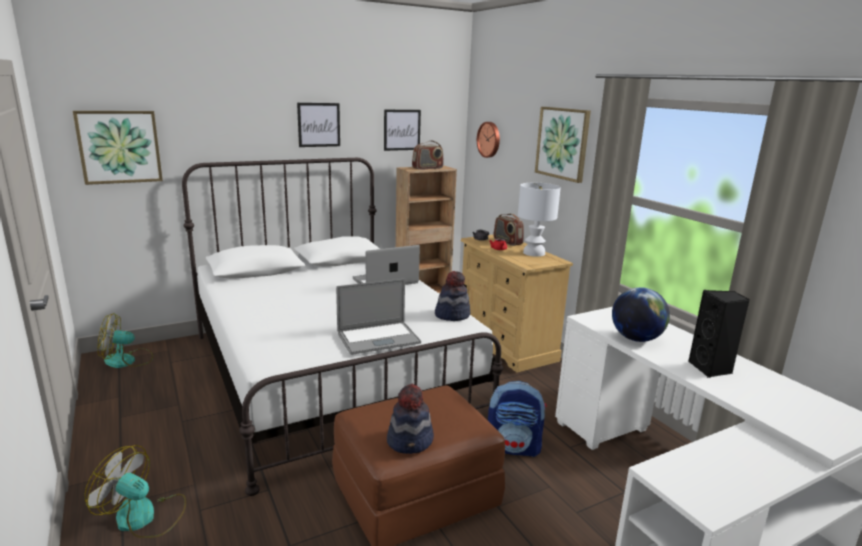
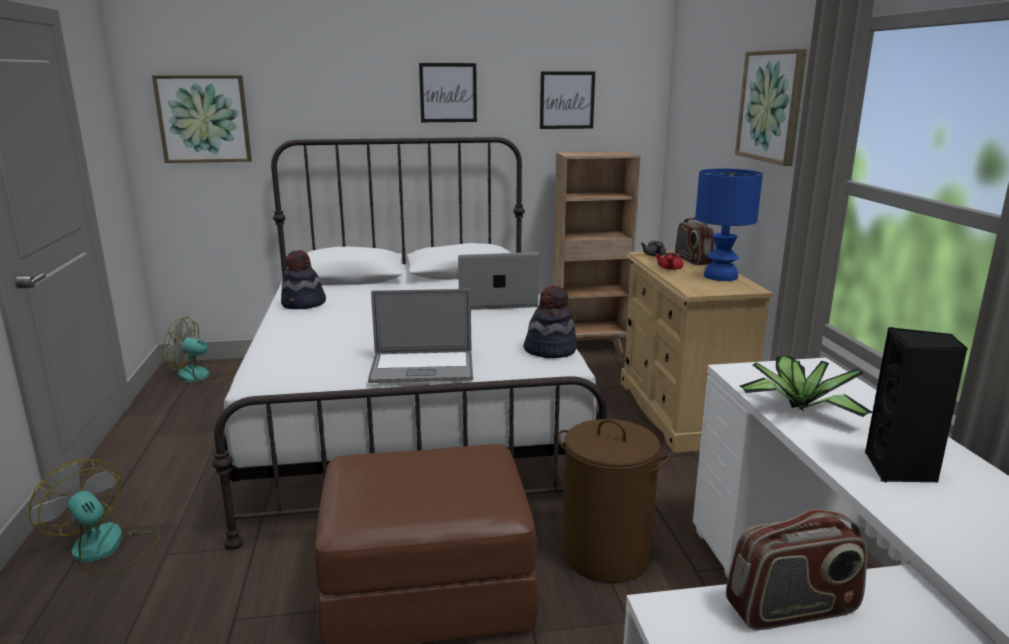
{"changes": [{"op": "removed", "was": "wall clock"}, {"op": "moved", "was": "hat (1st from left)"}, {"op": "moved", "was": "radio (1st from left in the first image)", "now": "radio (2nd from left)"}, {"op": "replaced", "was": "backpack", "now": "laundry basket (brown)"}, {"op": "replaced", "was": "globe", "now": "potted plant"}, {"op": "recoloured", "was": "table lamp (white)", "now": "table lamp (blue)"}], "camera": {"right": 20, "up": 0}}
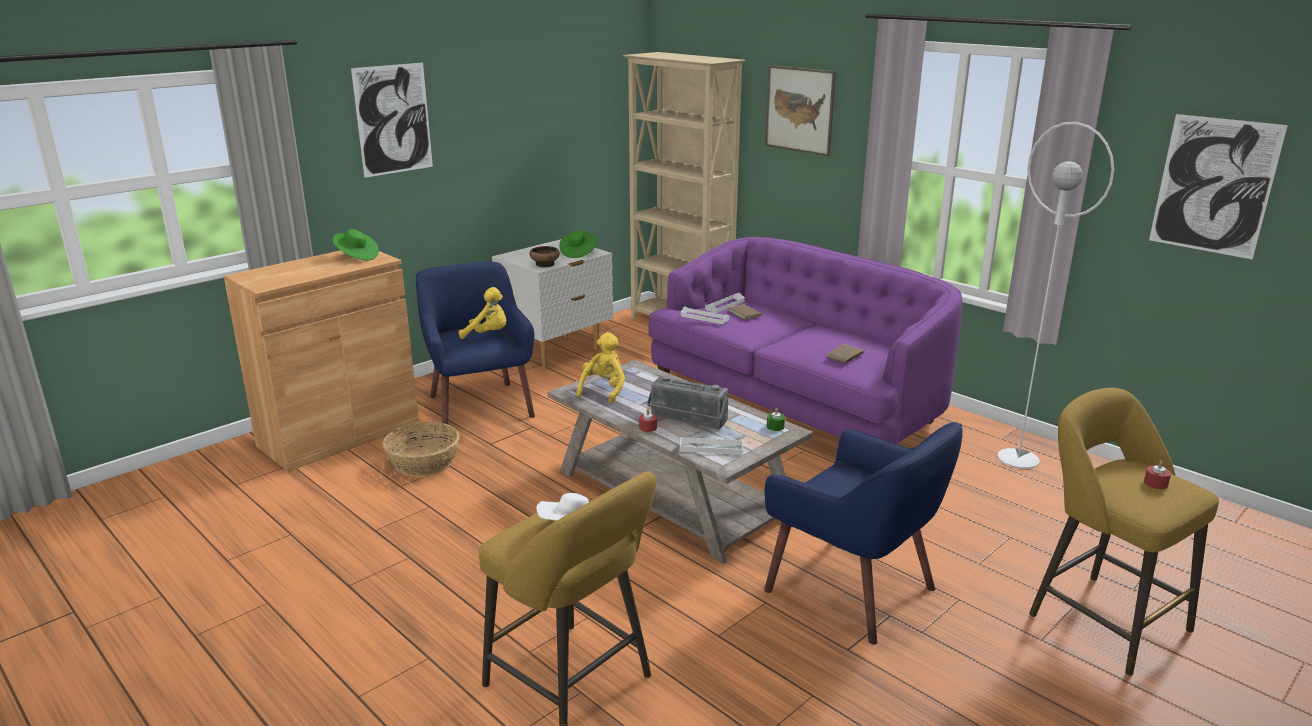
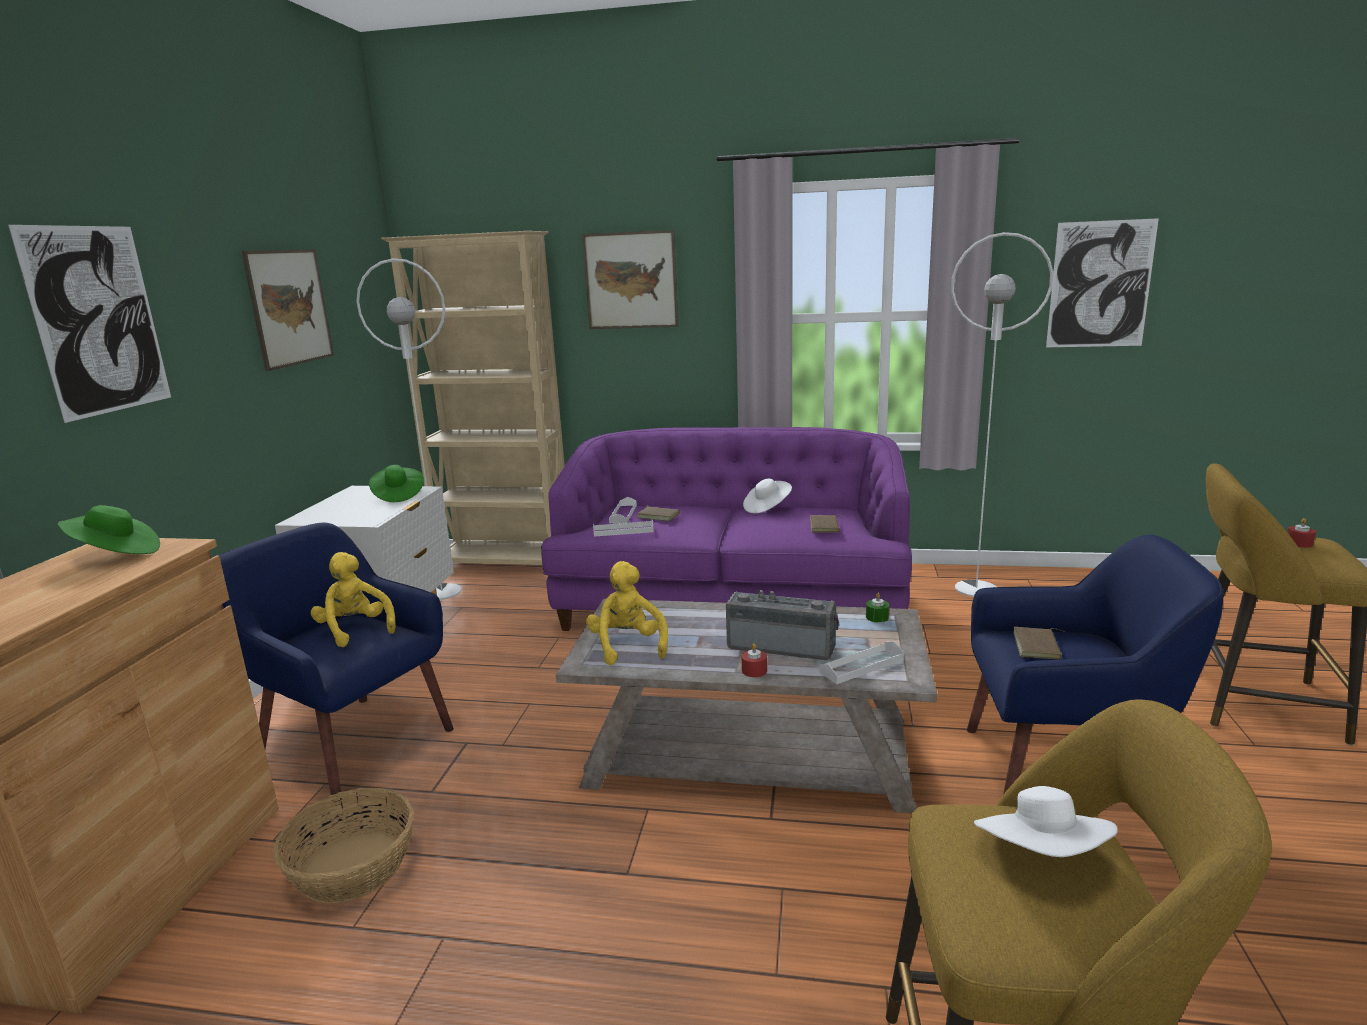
{"changes": [{"op": "removed", "was": "bowl"}, {"op": "added", "now": "picture (2nd from left)"}, {"op": "added", "now": "floor lamp (white) (1st from left)"}, {"op": "added", "now": "hat (white) (1st from left)"}, {"op": "added", "now": "book (brown) (3rd from left)"}, {"op": "turned", "was": "plush toy (yellow) (1st from left)", "clockwise": -105}, {"op": "turned", "was": "radio", "clockwise": -150}], "camera": {"right": -35, "up": -5}}
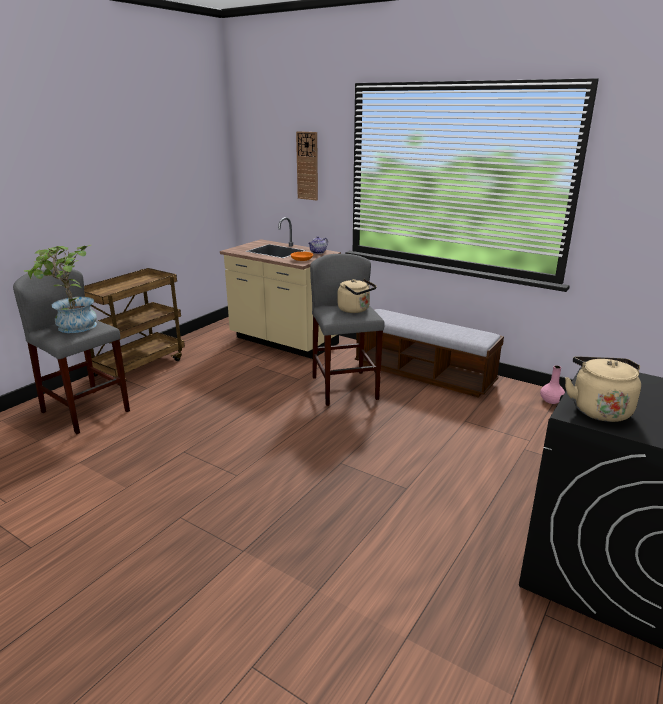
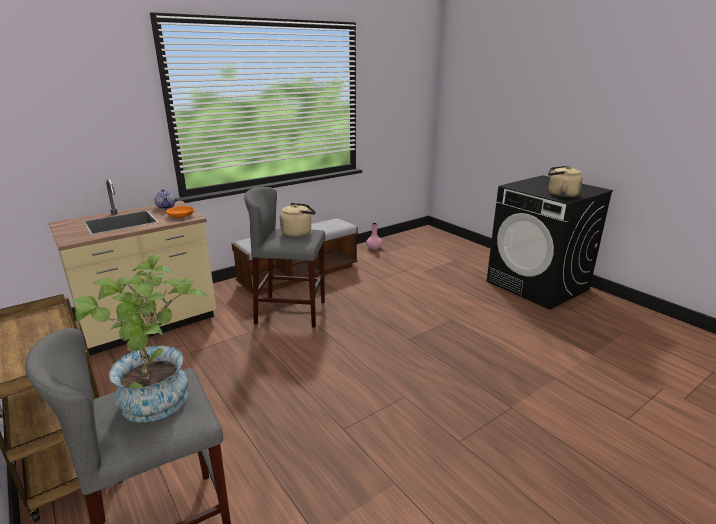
{"changes": [{"op": "removed", "was": "wall clock"}], "camera": {"right": -70, "up": 0}}
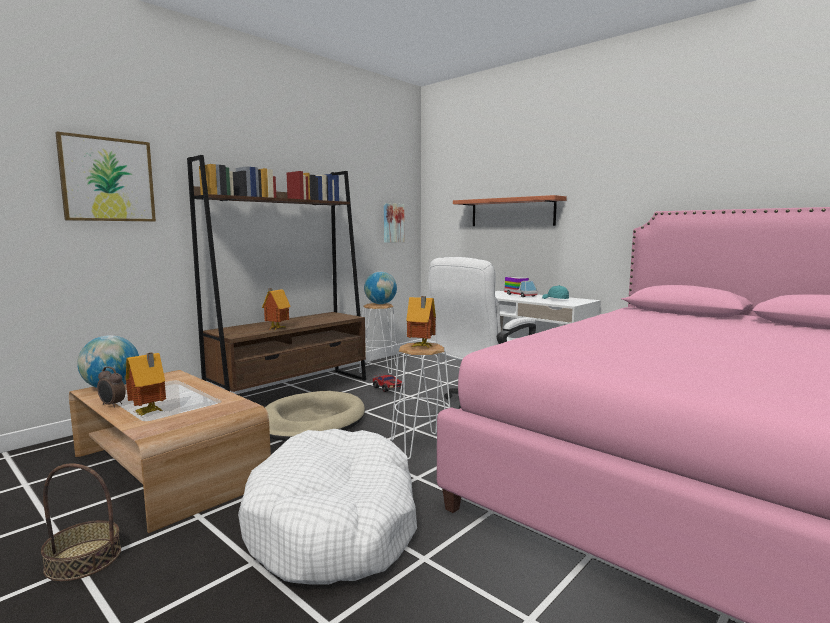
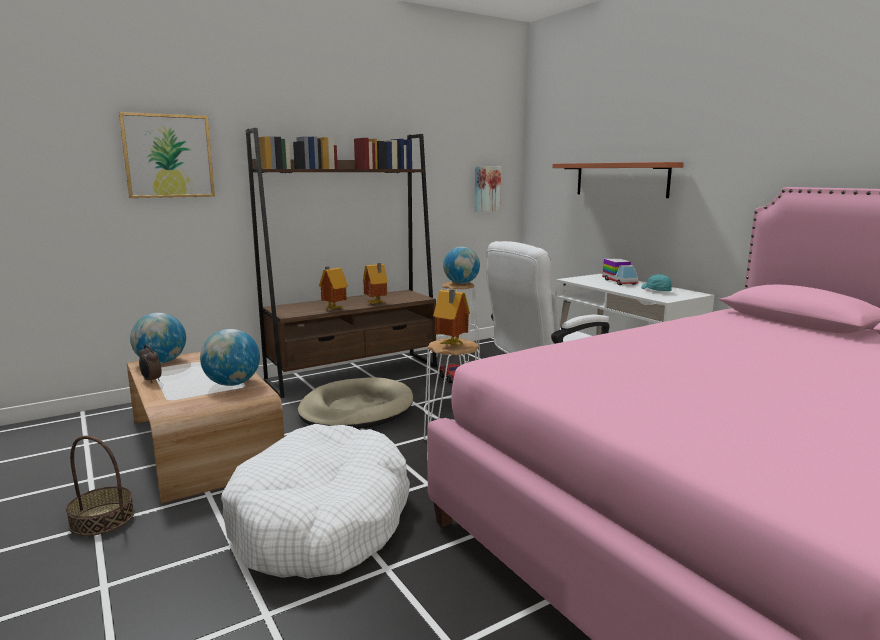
{"changes": [{"op": "added", "now": "globe (2nd from left)"}, {"op": "moved", "was": "toy house (1st from left in the first image)", "now": "toy house (2nd from left)"}], "camera": {"right": 15, "up": 5}}
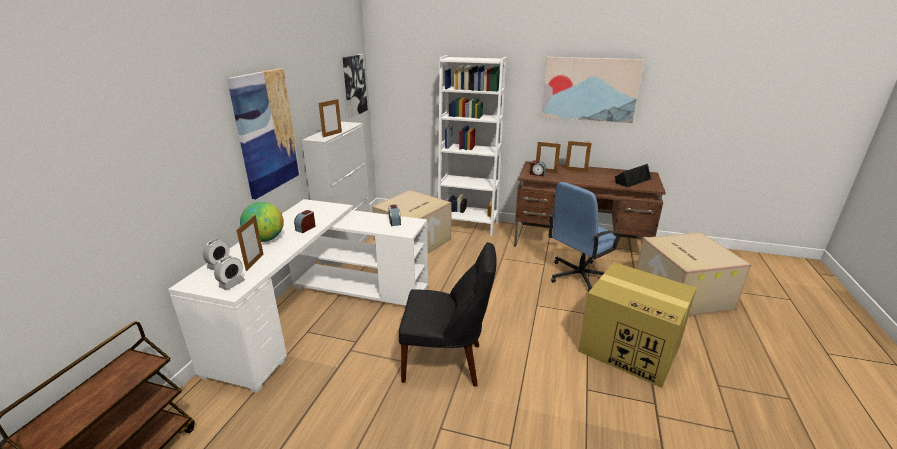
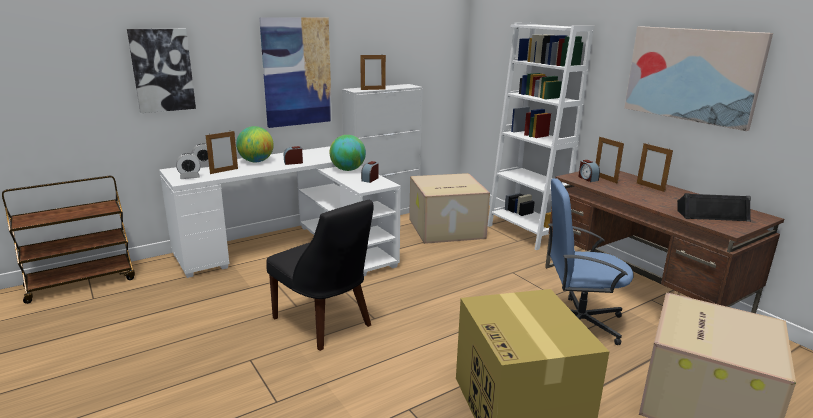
{"changes": [{"op": "added", "now": "globe (2nd from left)"}, {"op": "moved", "was": "picture (2nd from left in the first image)", "now": "picture (1st from left)"}], "camera": {"right": 40, "up": -5}}
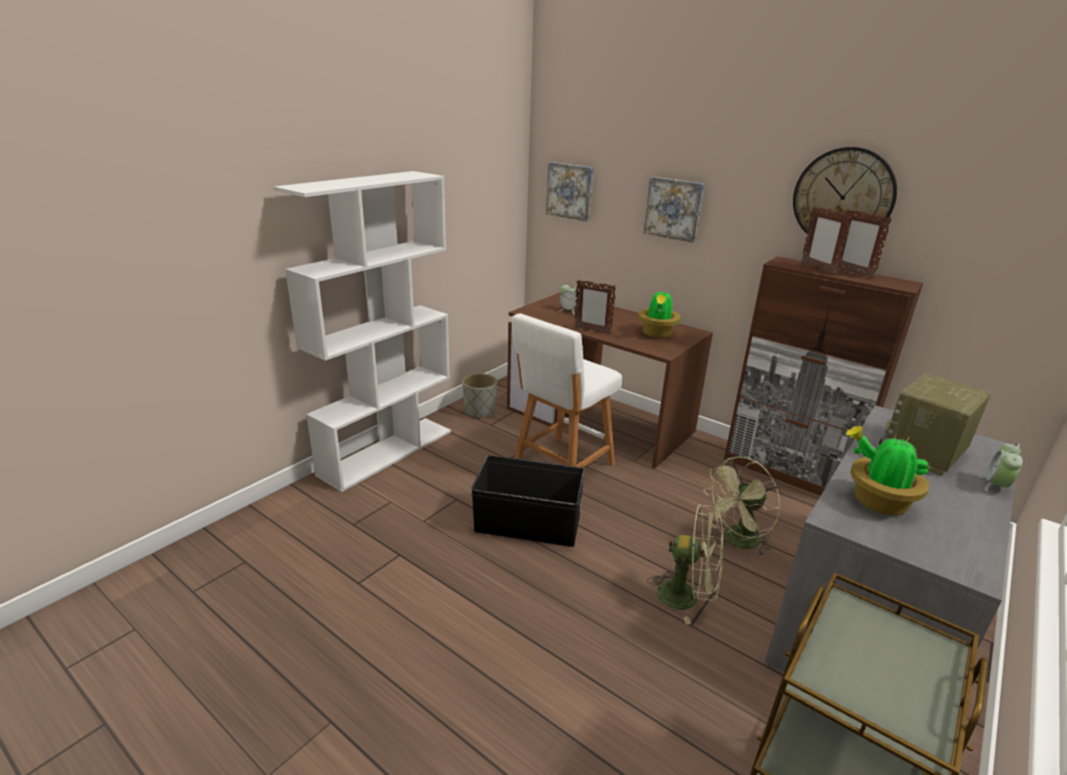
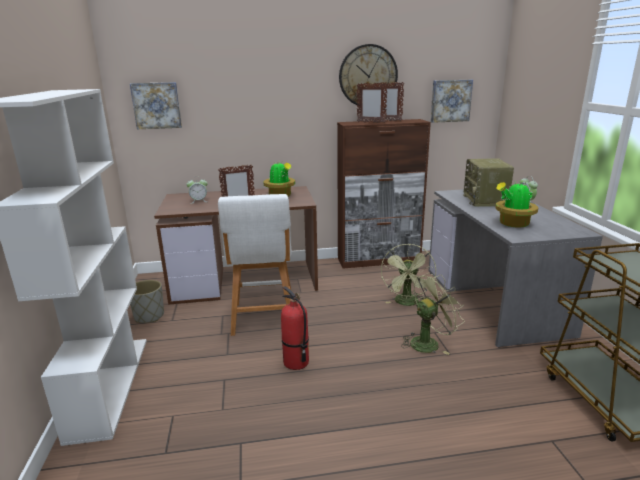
{"changes": [{"op": "moved", "was": "picture (2nd from left)"}, {"op": "replaced", "was": "storage box (black)", "now": "fire extinguisher"}], "camera": {"right": -45, "up": -5}}
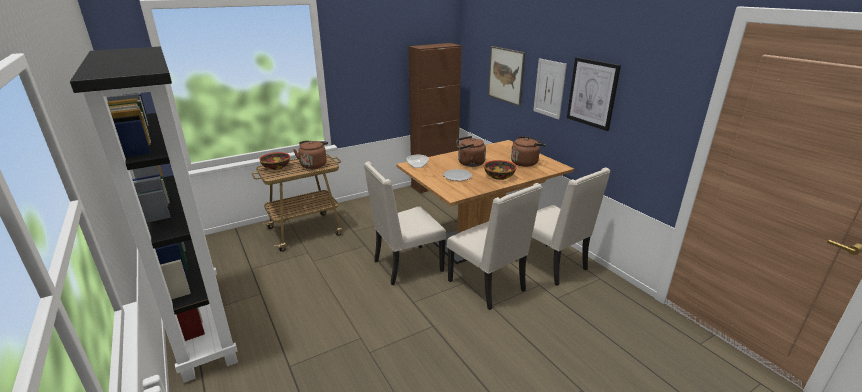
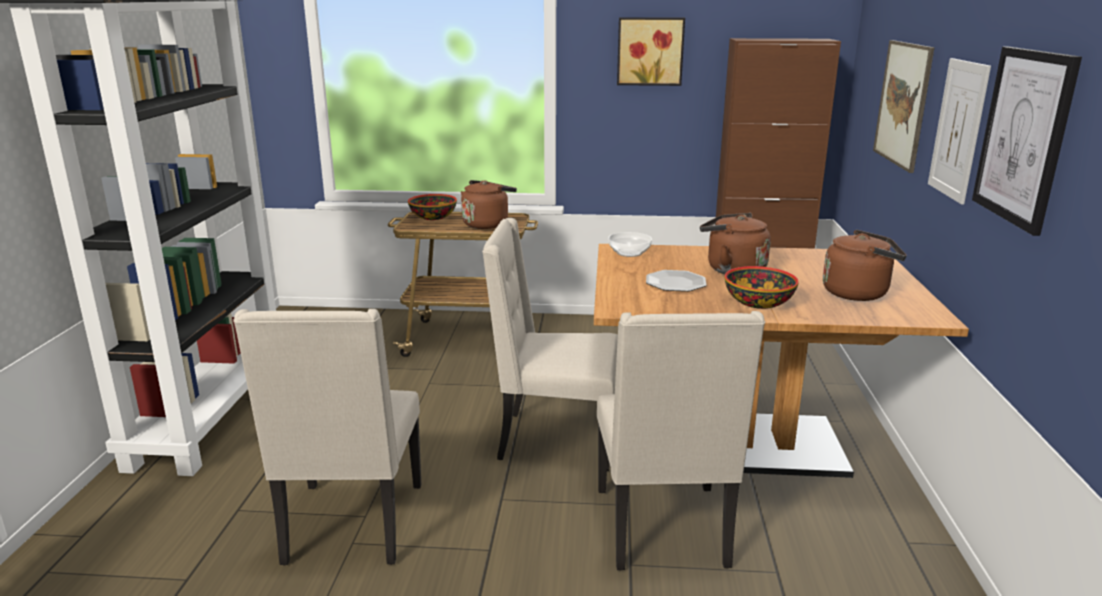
{"changes": [{"op": "added", "now": "picture (1st from left)"}, {"op": "moved", "was": "chair (beige) (3rd from left in the first image)", "now": "chair (beige) (1st from left)"}], "camera": {"right": 35, "up": -5}}
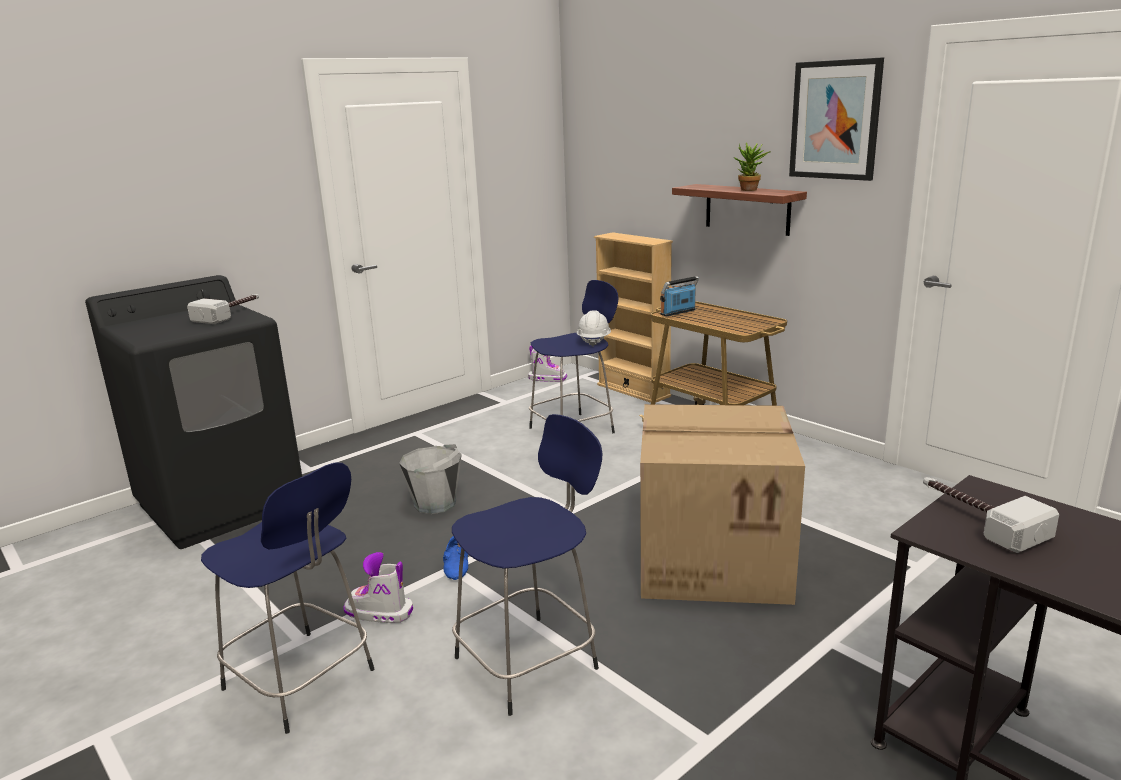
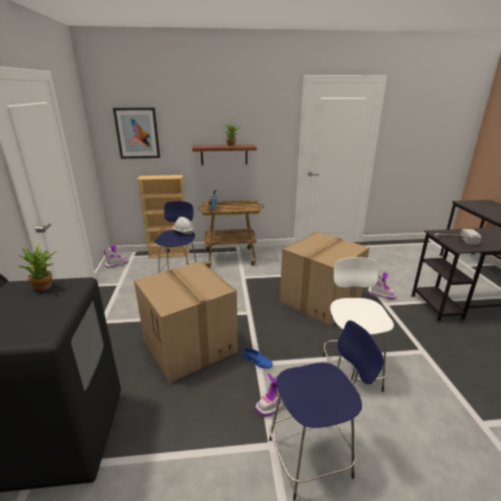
{"changes": [{"op": "added", "now": "boot (3rd from left)"}, {"op": "moved", "was": "picture"}, {"op": "replaced", "was": "hammer (1st from left)", "now": "potted plant (1st from left)"}, {"op": "replaced", "was": "bucket (grey)", "now": "cardboard box (1st from left)"}, {"op": "recoloured", "was": "stool (blue) (2nd from left)", "now": "stool (white)"}], "camera": {"right": -55, "up": 5}}
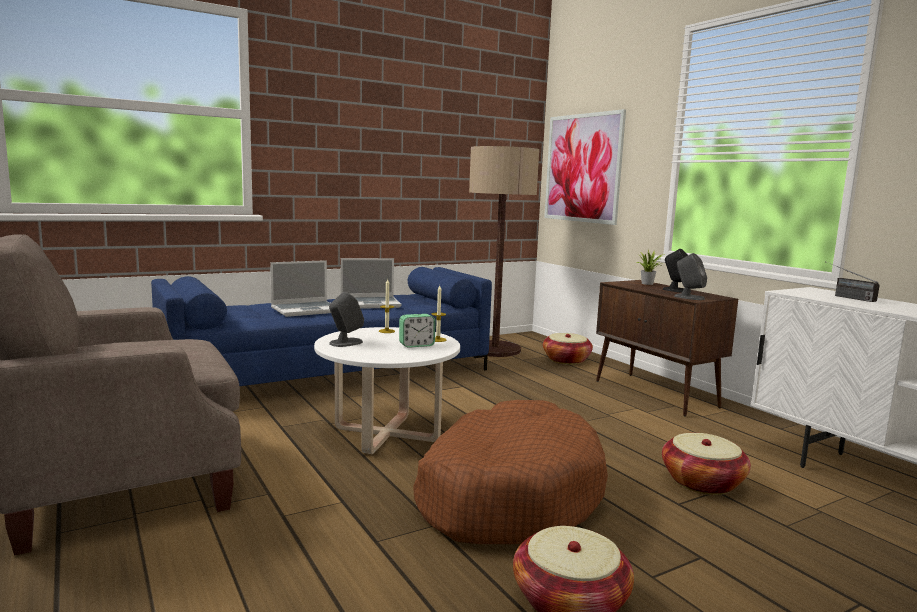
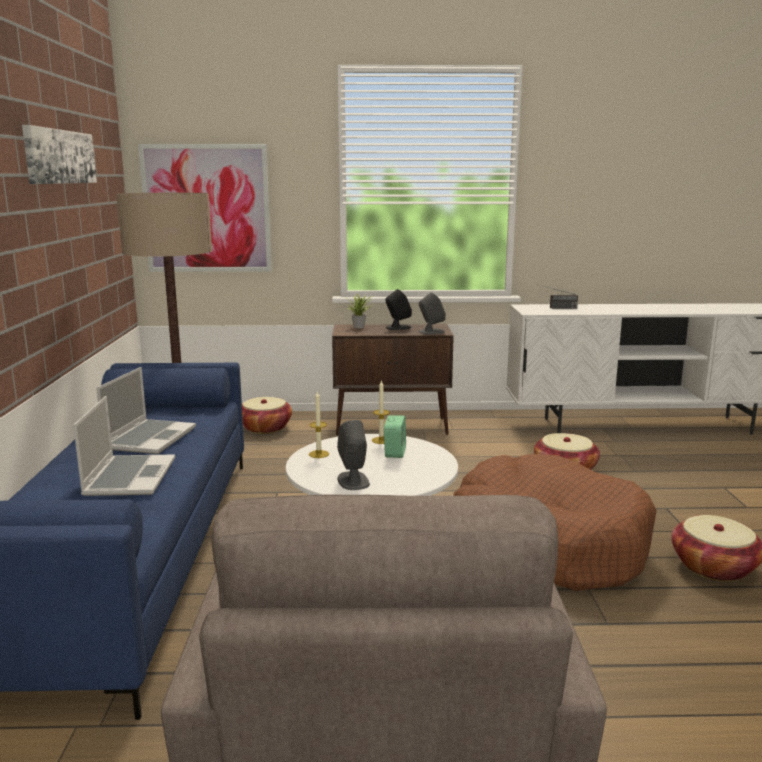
{"changes": [{"op": "added", "now": "picture (1st from left)"}], "camera": {"right": -60, "up": 5}}
